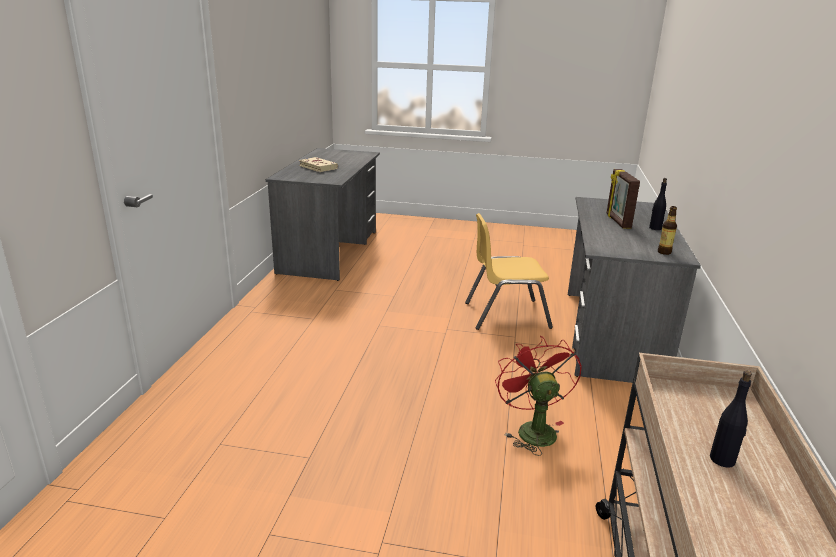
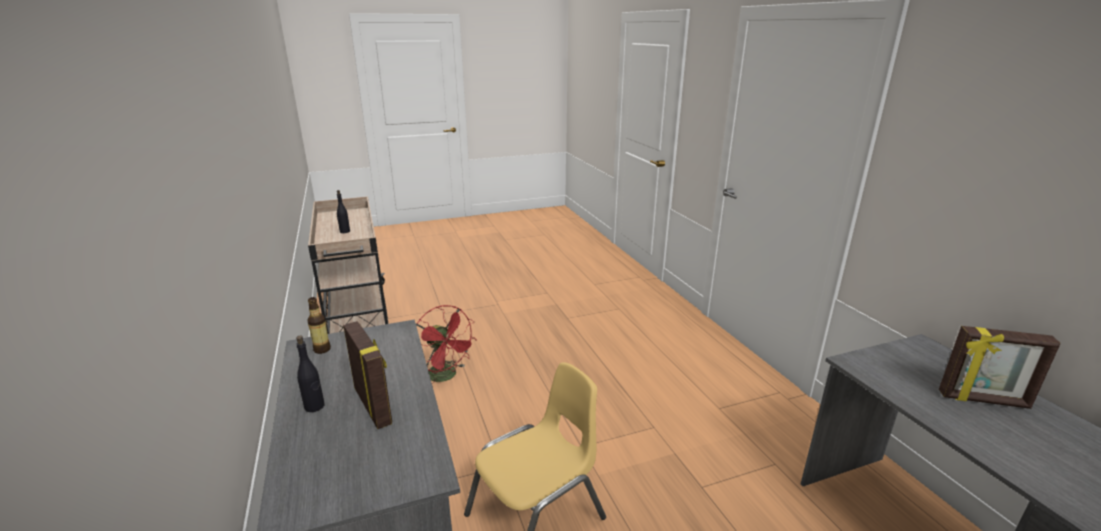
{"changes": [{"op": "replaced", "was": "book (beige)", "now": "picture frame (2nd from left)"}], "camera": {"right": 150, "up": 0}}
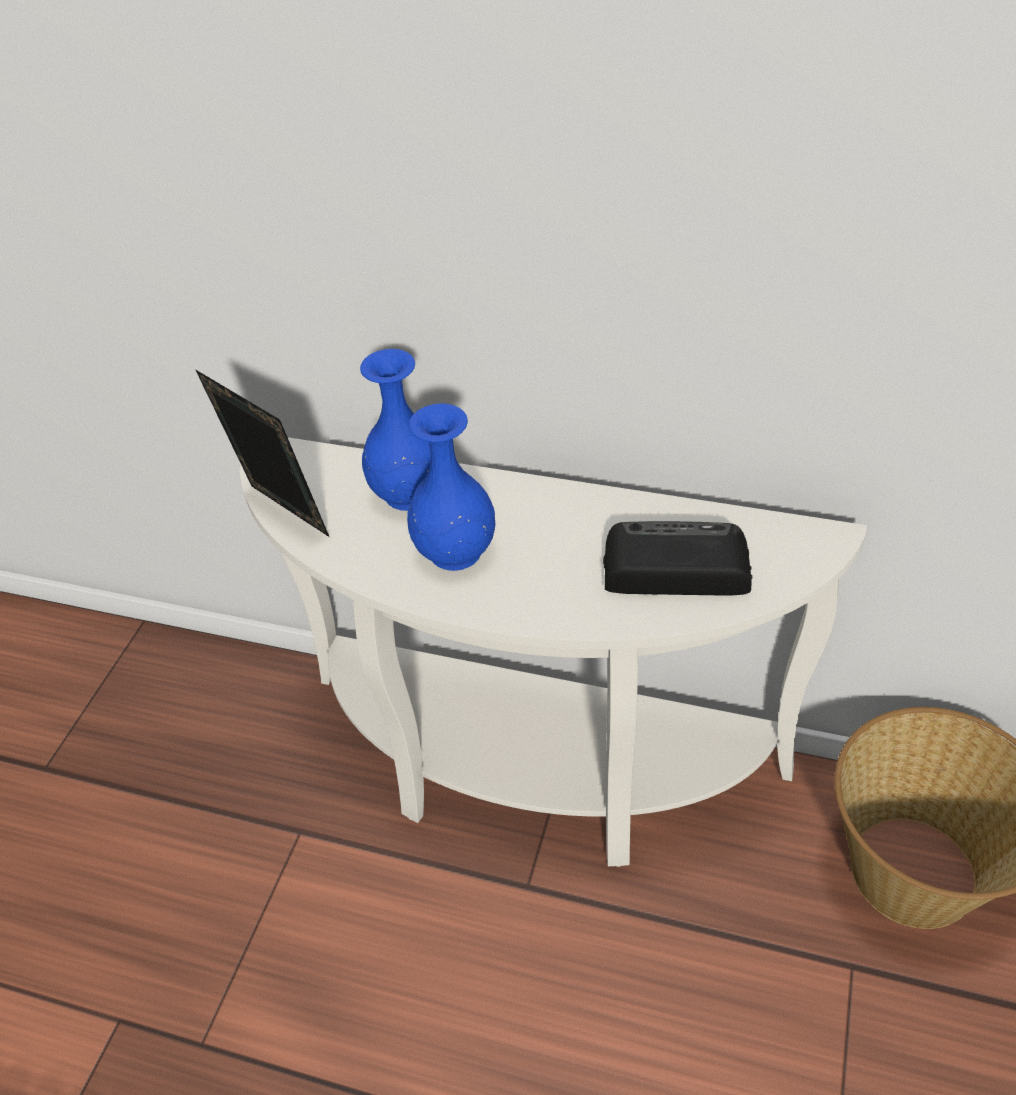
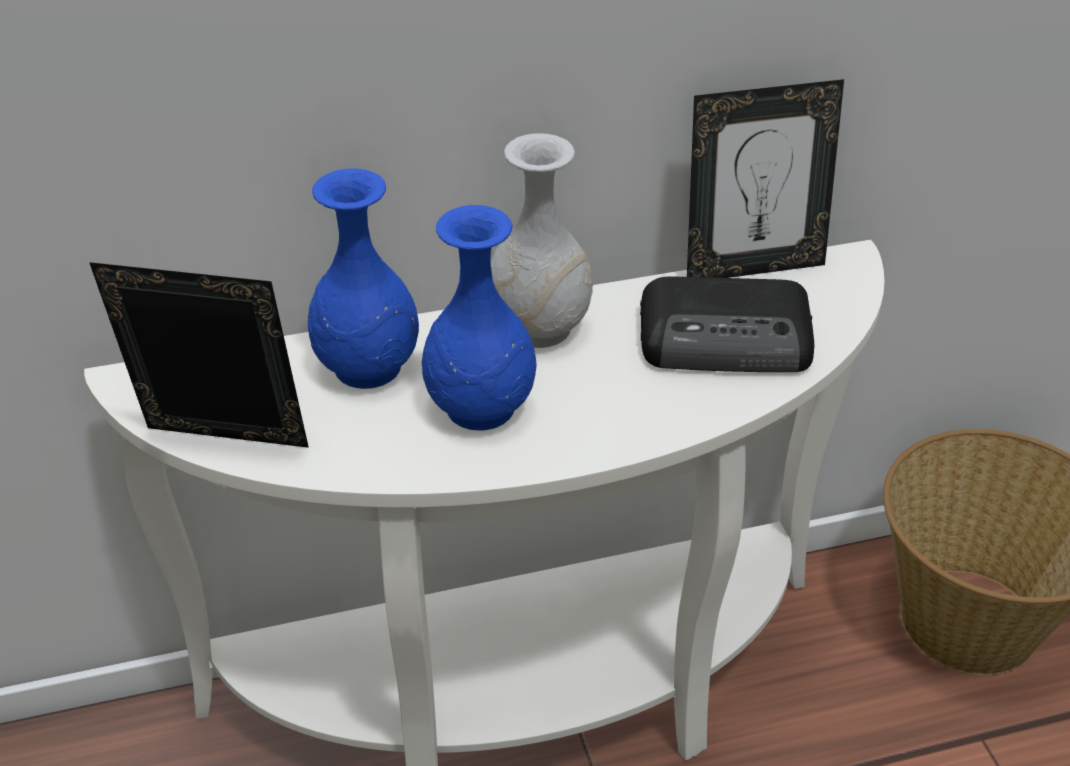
{"changes": [{"op": "added", "now": "vase (white)"}, {"op": "added", "now": "picture frame (2nd from left)"}, {"op": "turned", "was": "radio", "clockwise": -150}], "camera": {"right": -35, "up": -5}}
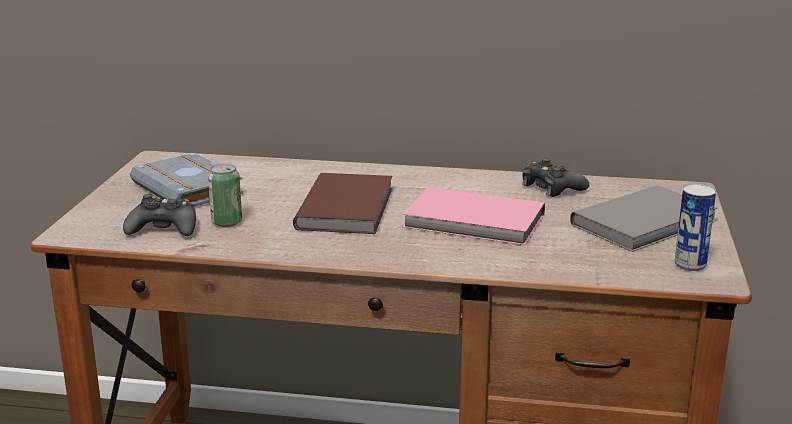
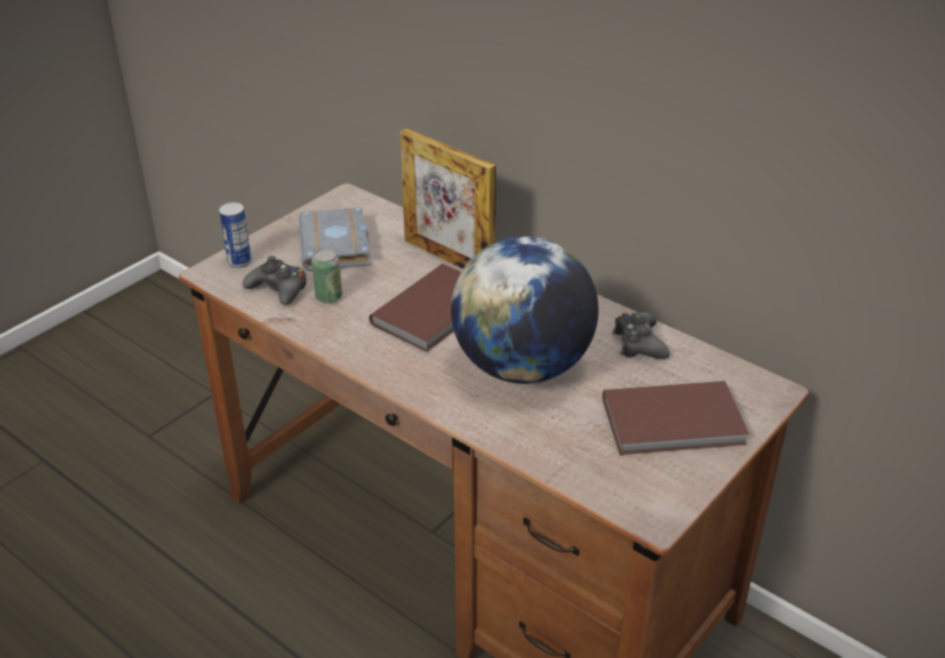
{"changes": [{"op": "added", "now": "picture frame"}, {"op": "moved", "was": "can (2nd from left in the first image)", "now": "can (1st from left)"}, {"op": "replaced", "was": "book (pink)", "now": "globe"}, {"op": "recoloured", "was": "book (grey) (2nd from left)", "now": "book (brown) (2nd from left)"}], "camera": {"right": 30, "up": 15}}
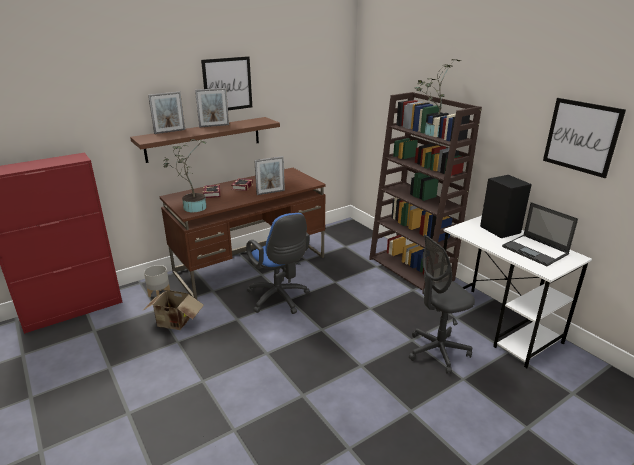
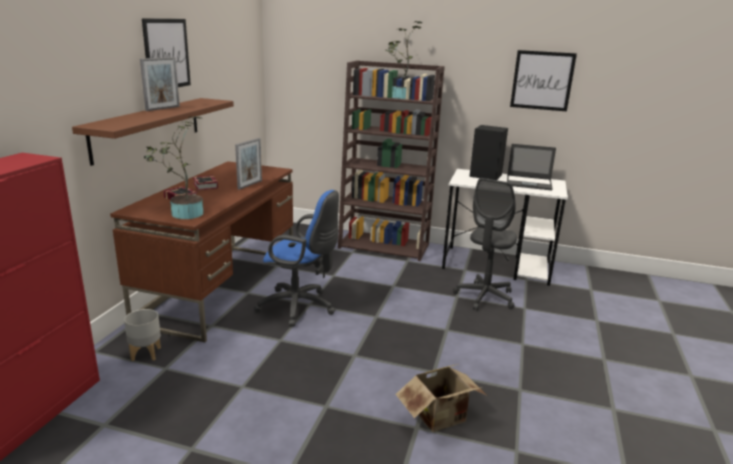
{"changes": [{"op": "removed", "was": "picture frame (1st from left)"}, {"op": "moved", "was": "cardboard box"}], "camera": {"right": -40, "up": -5}}
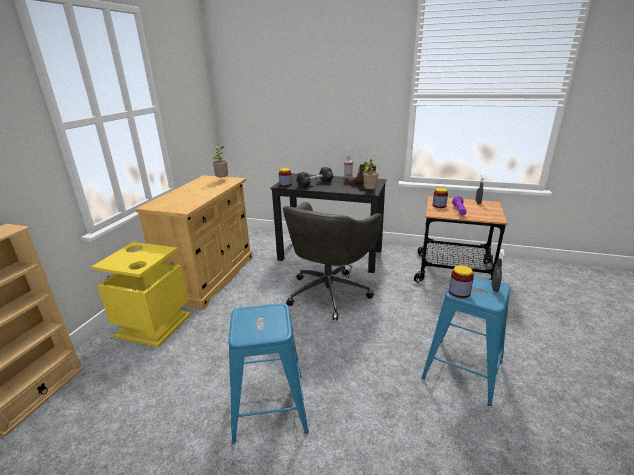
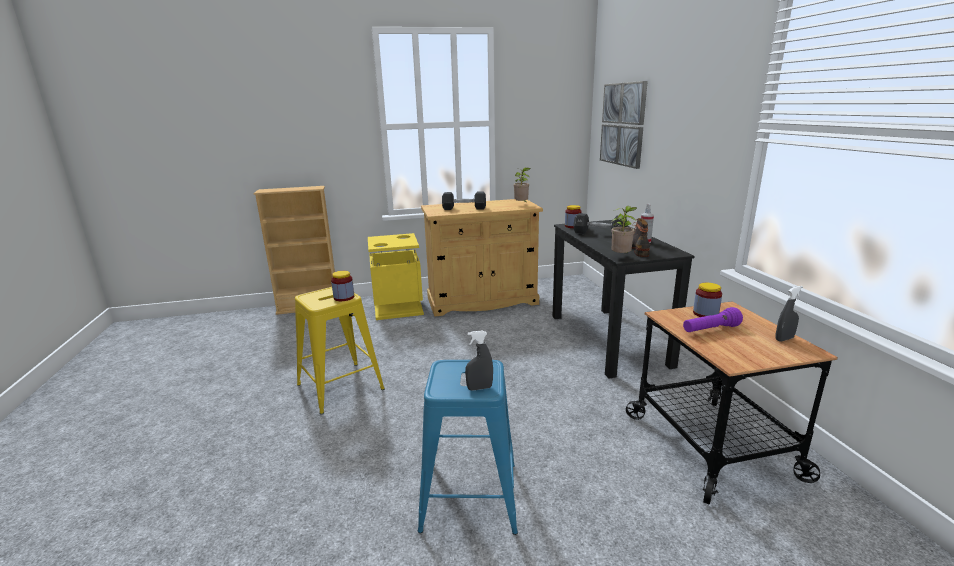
{"changes": [{"op": "removed", "was": "office chair (grey)"}, {"op": "added", "now": "dumbbell (black) (1st from left)"}, {"op": "added", "now": "picture"}, {"op": "moved", "was": "jar (3rd from left in the first image)", "now": "jar (1st from left)"}, {"op": "recoloured", "was": "stool (blue) (1st from left)", "now": "stool (yellow)"}], "camera": {"right": 60, "up": -5}}
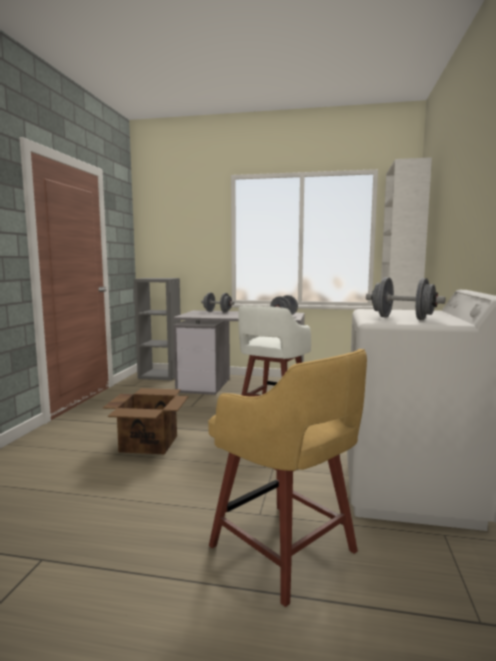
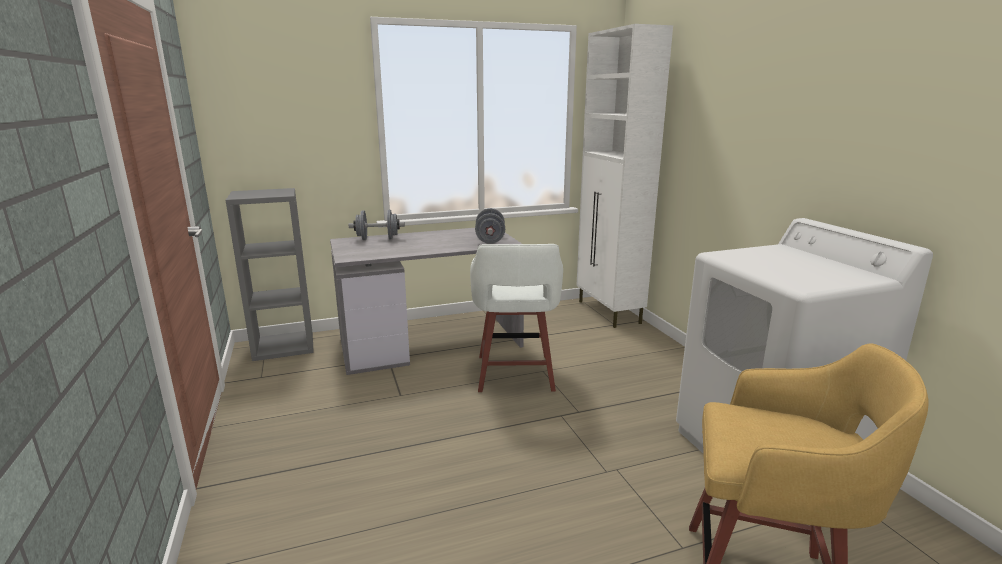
{"changes": [{"op": "removed", "was": "cardboard box"}, {"op": "removed", "was": "dumbbell (grey) (3rd from left)"}], "camera": {"right": -30, "up": 10}}
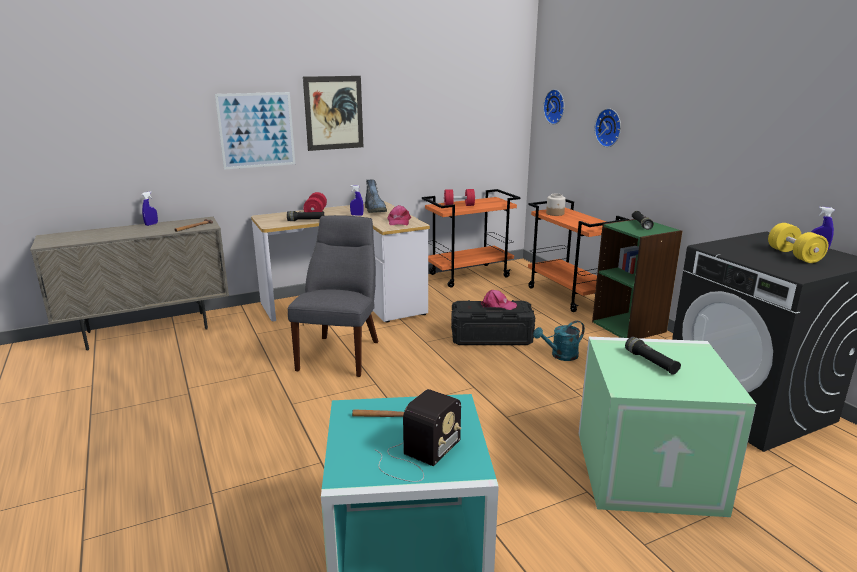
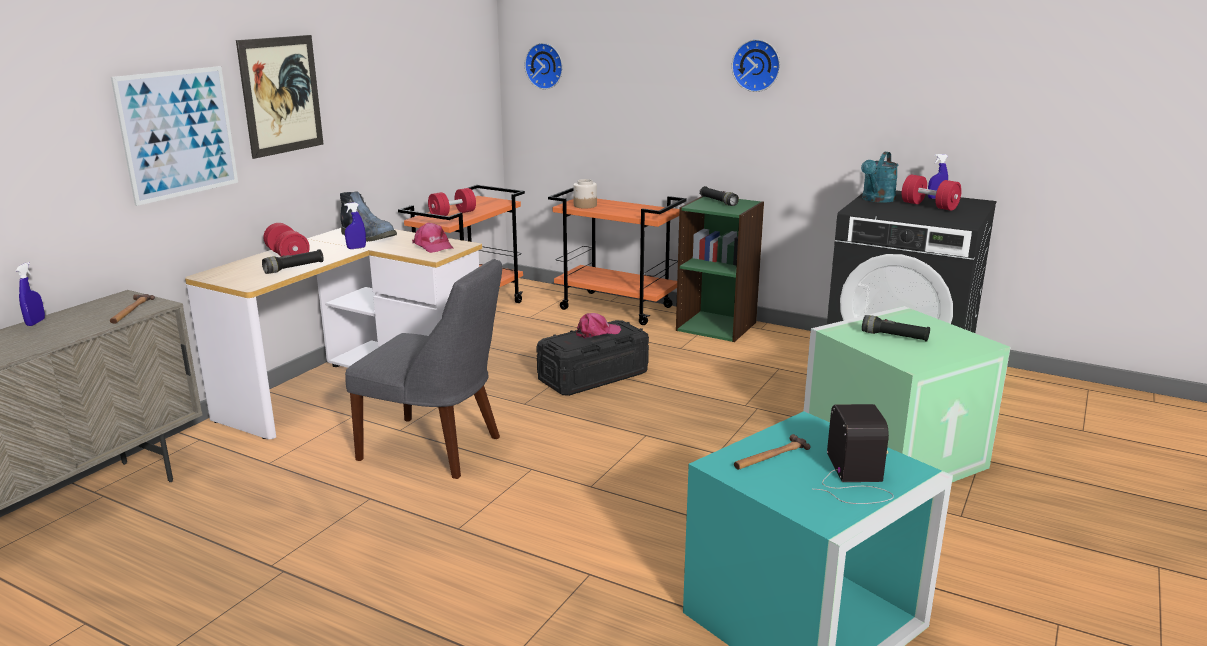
{"changes": [{"op": "moved", "was": "watering can (turquoise)"}, {"op": "moved", "was": "wall clock (2nd from left)"}, {"op": "recoloured", "was": "dumbbell (yellow)", "now": "dumbbell (red) (3rd from left)"}, {"op": "turned", "was": "chair (grey)", "clockwise": 135}], "camera": {"right": -35, "up": 0}}
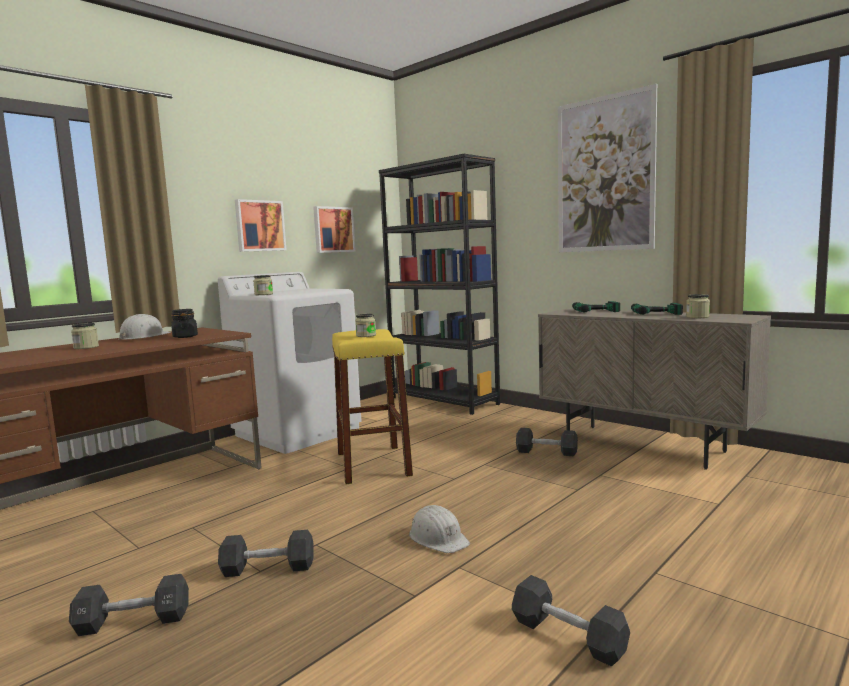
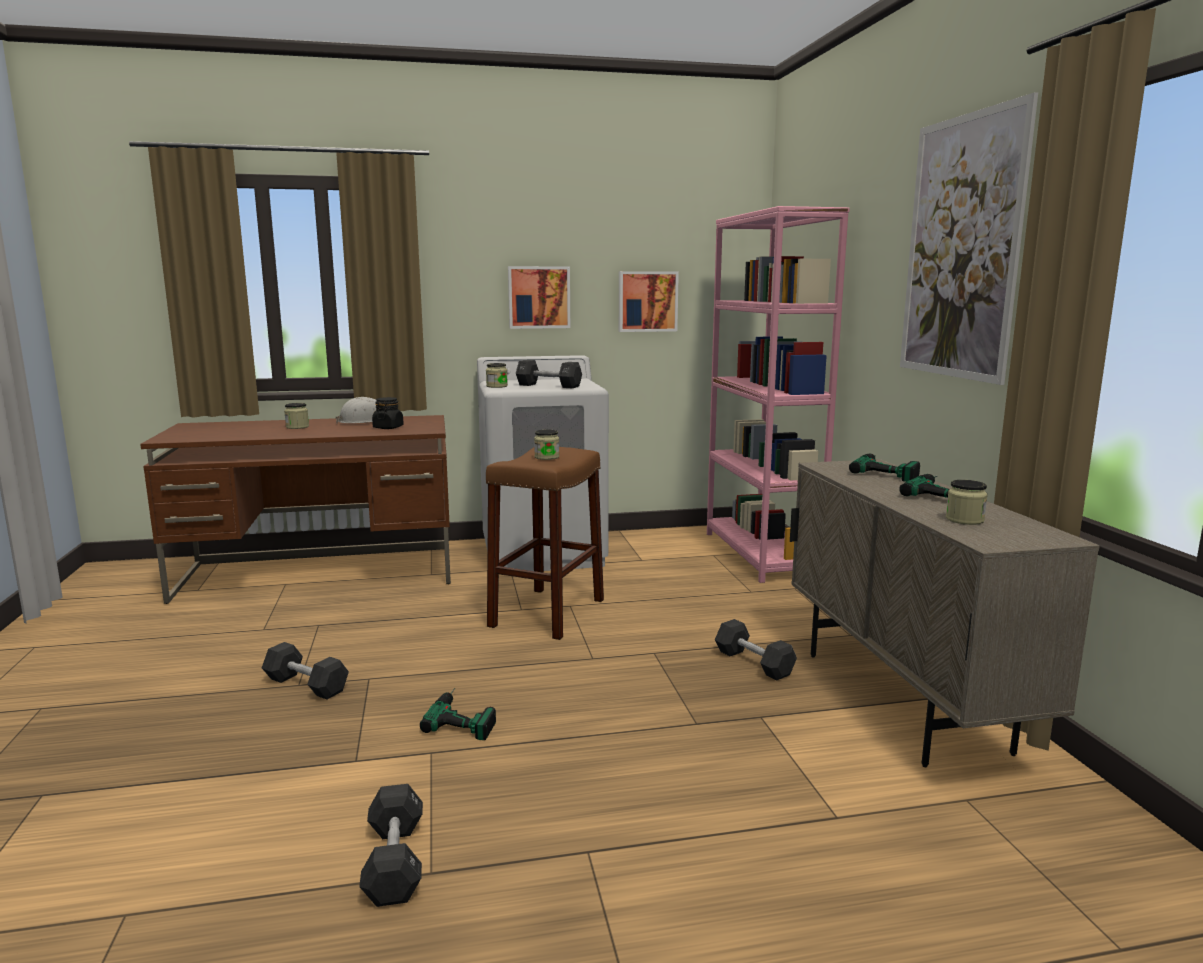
{"changes": [{"op": "moved", "was": "dumbbell (black) (1st from left in the first image)", "now": "dumbbell (black) (3rd from left)"}, {"op": "replaced", "was": "hard hat (white) (2nd from left)", "now": "power drill (1st from left)"}, {"op": "recoloured", "was": "stool (yellow)", "now": "stool (brown)"}, {"op": "recoloured", "was": "bookcase (black)", "now": "bookcase (pink)"}], "camera": {"right": 35, "up": 5}}
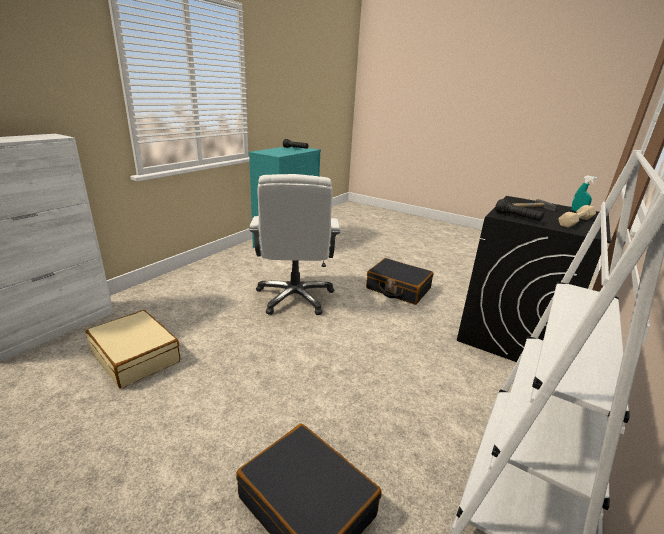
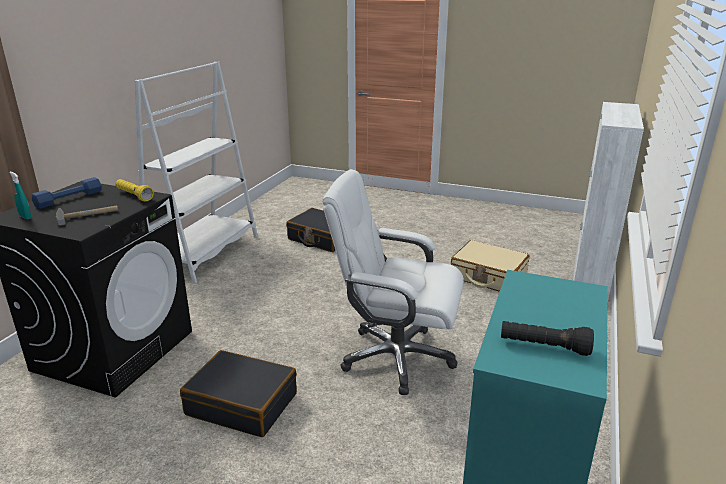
{"changes": [{"op": "recoloured", "was": "flashlight (black) (2nd from left)", "now": "flashlight (yellow)"}, {"op": "recoloured", "was": "dumbbell (beige)", "now": "dumbbell (blue)"}, {"op": "turned", "was": "office chair (white)", "clockwise": -60}], "camera": {"right": 170, "up": 0}}
